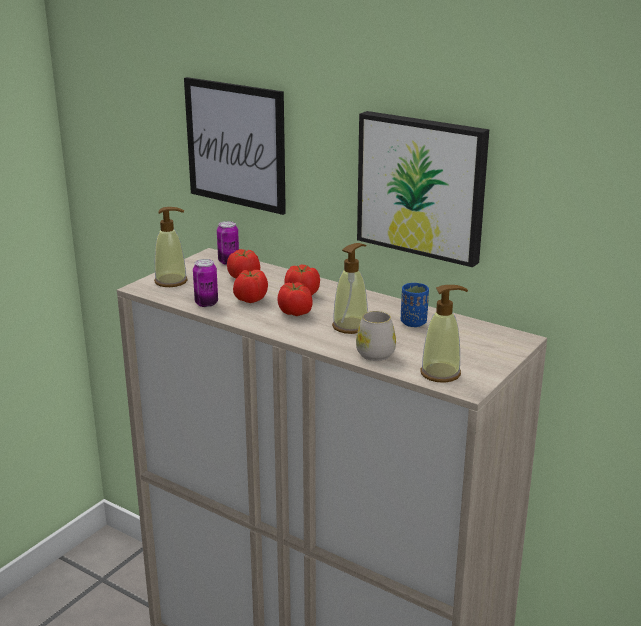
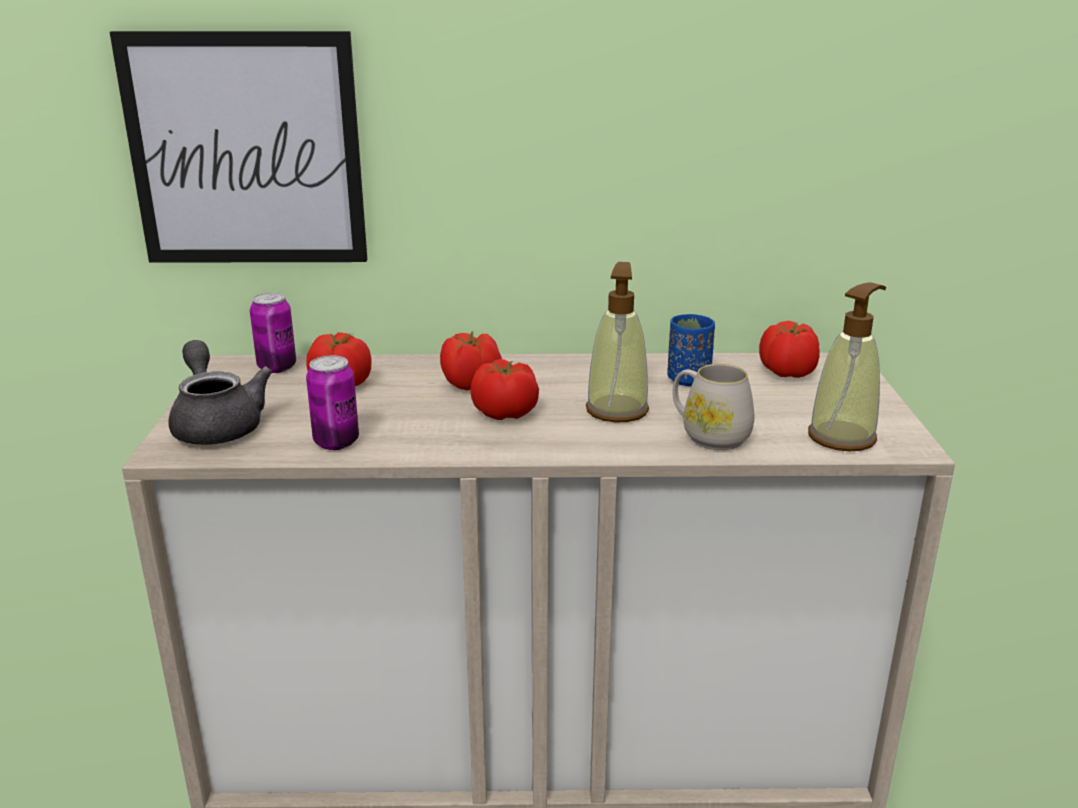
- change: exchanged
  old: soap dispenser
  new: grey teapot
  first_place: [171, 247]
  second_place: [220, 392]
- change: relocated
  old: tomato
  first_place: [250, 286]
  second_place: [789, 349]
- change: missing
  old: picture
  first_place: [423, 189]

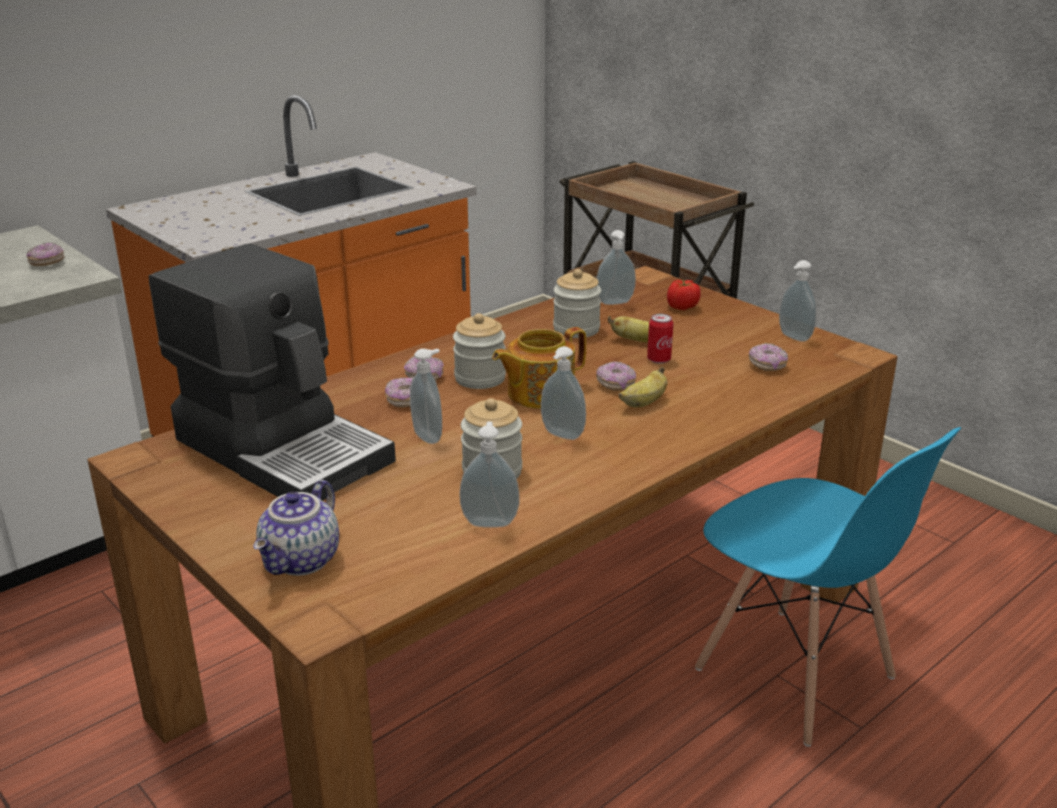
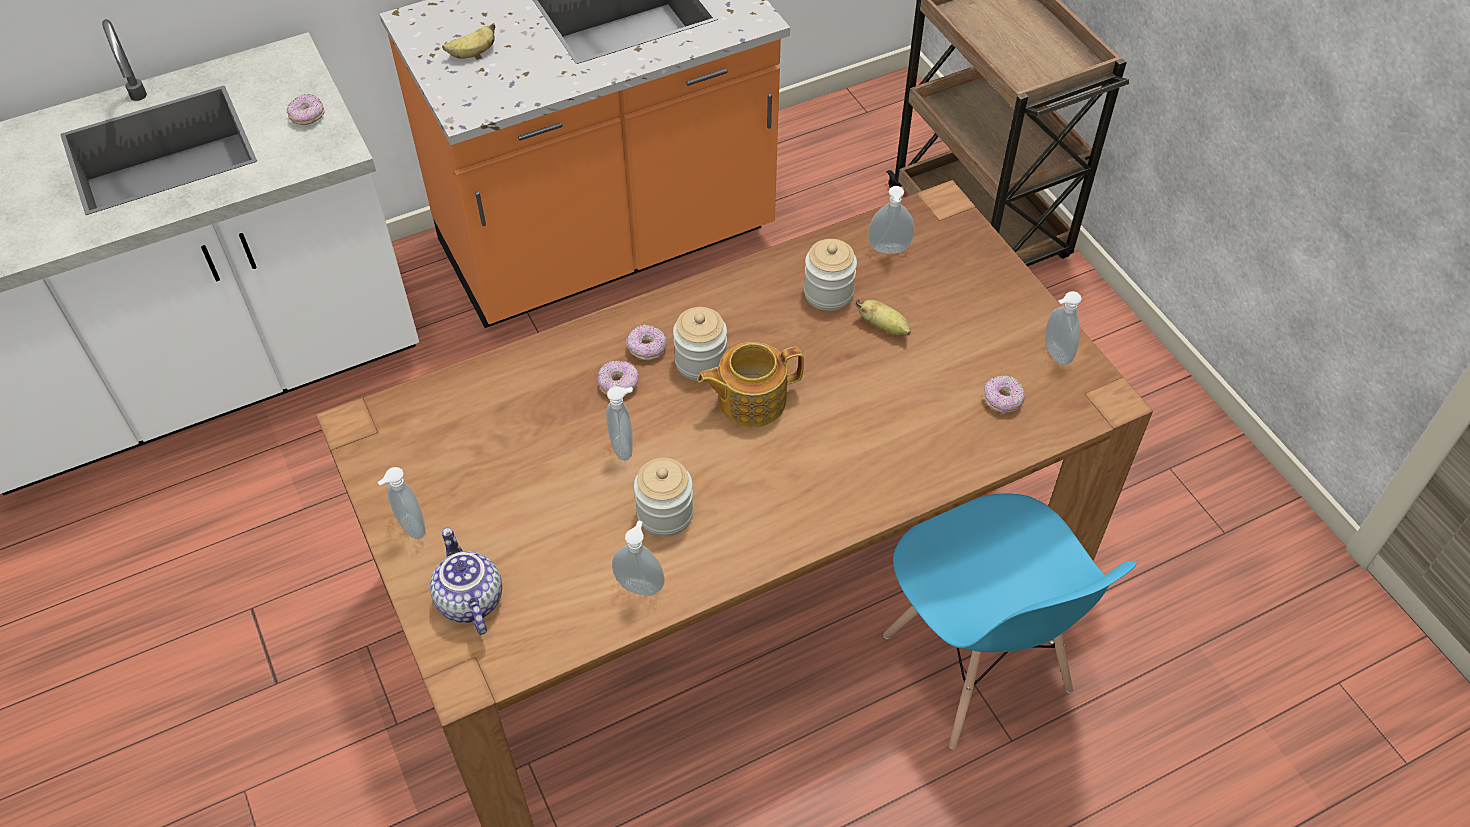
- change: missing
  old: coffee machine
  first_place: [272, 372]
- change: spun
  old: teapot
  first_place: [296, 527]
  second_place: [466, 581]
  degrees: 120
- change: relocated
  old: soap dispenser
  first_place: [563, 393]
  second_place: [401, 503]
- change: missing
  old: donut
  first_place: [616, 376]
- change: relocated
  old: banana
  first_place: [643, 387]
  second_place: [469, 41]
- change: missing
  old: can
  first_place: [660, 339]
- change: missing
  old: tomato
  first_place: [684, 295]

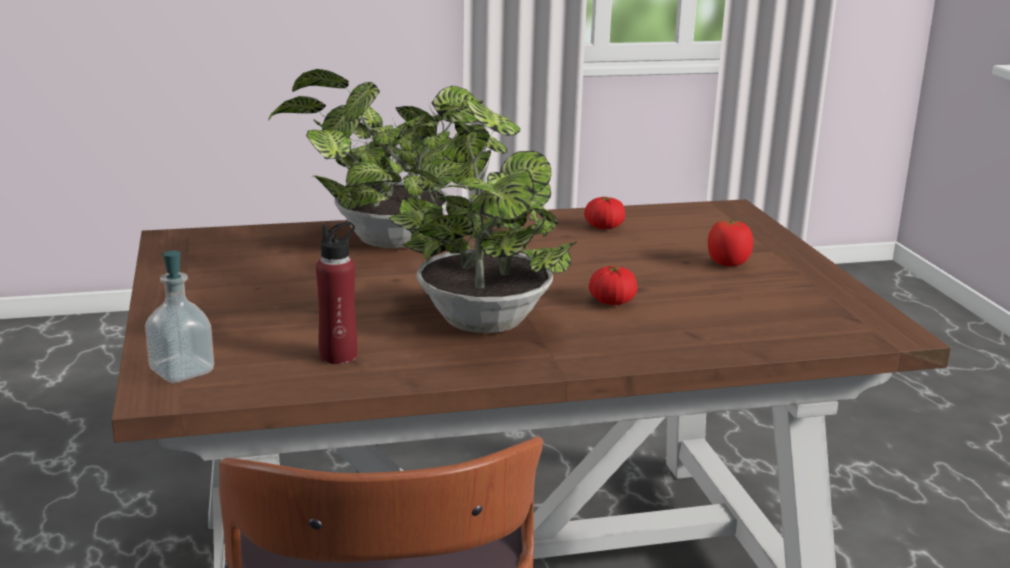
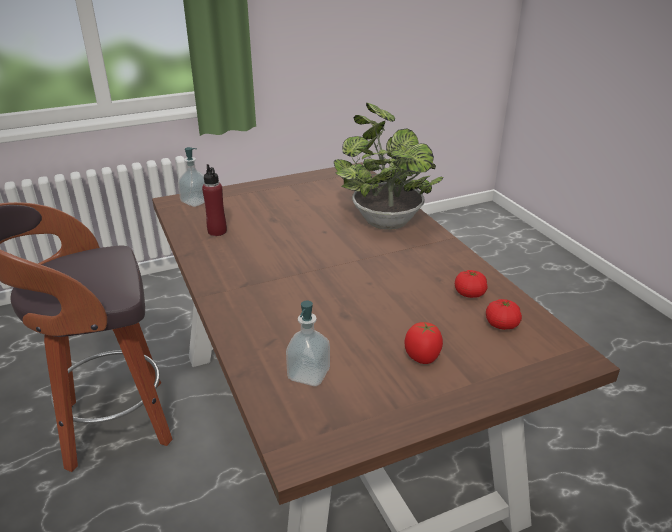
- change: missing
  old: potted plant
  first_place: [482, 216]
- change: relocated
  old: tomato
  first_place: [613, 285]
  second_place: [504, 314]
- change: appeared
  new: soap dispenser
  second_place: [308, 343]

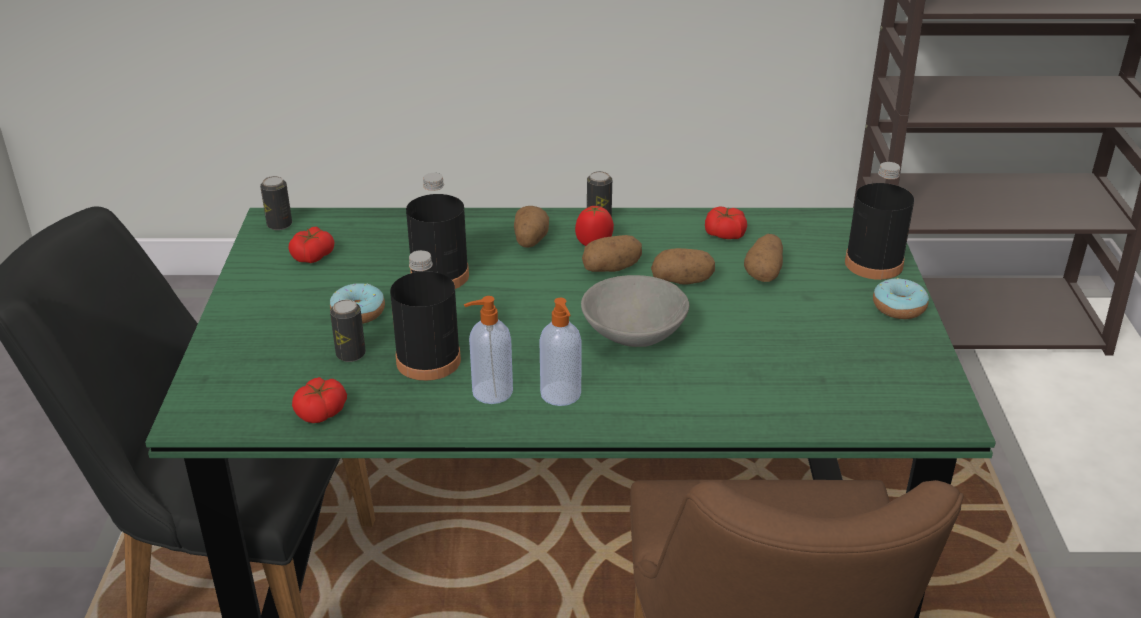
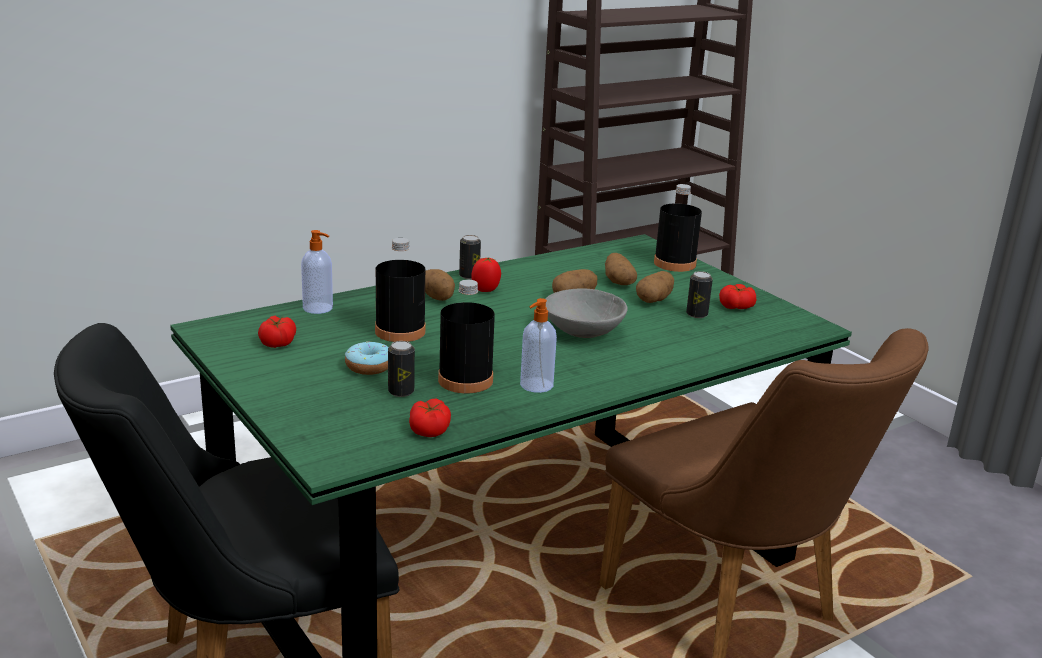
- change: relocated
  old: can
  first_place: [276, 203]
  second_place: [699, 294]
- change: relocated
  old: soap dispenser
  first_place: [560, 352]
  second_place: [317, 272]
- change: relocated
  old: potato
  first_place: [612, 253]
  second_place: [655, 287]
- change: relocated
  old: tomato
  first_place: [726, 222]
  second_place: [737, 296]
- change: missing
  old: donut
  first_place: [901, 298]

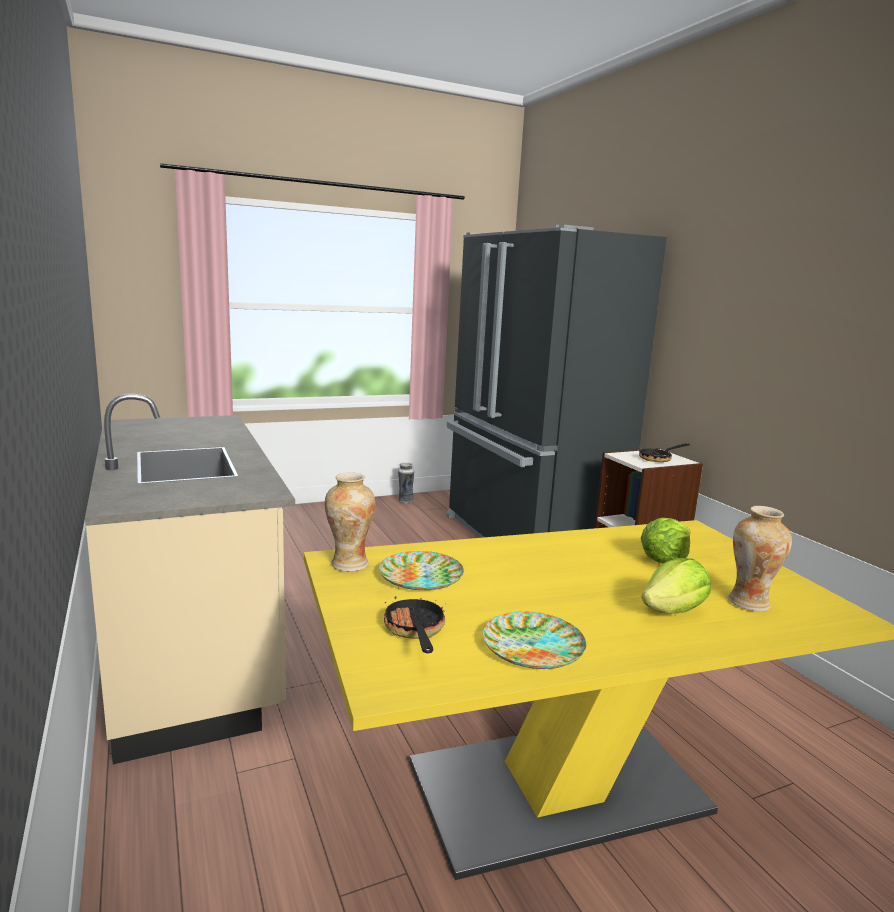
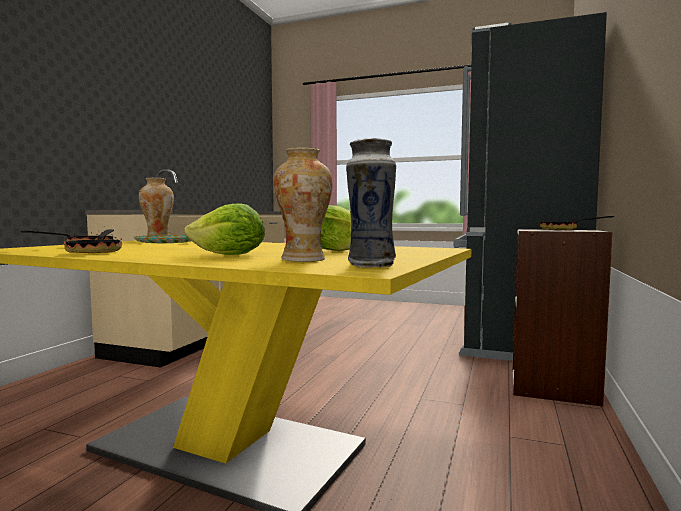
- change: relocated
  old: vase
  first_place: [406, 483]
  second_place: [371, 203]
- change: exchanged
  old: plate
  new: frying pan
  first_place: [534, 640]
  second_place: [93, 241]

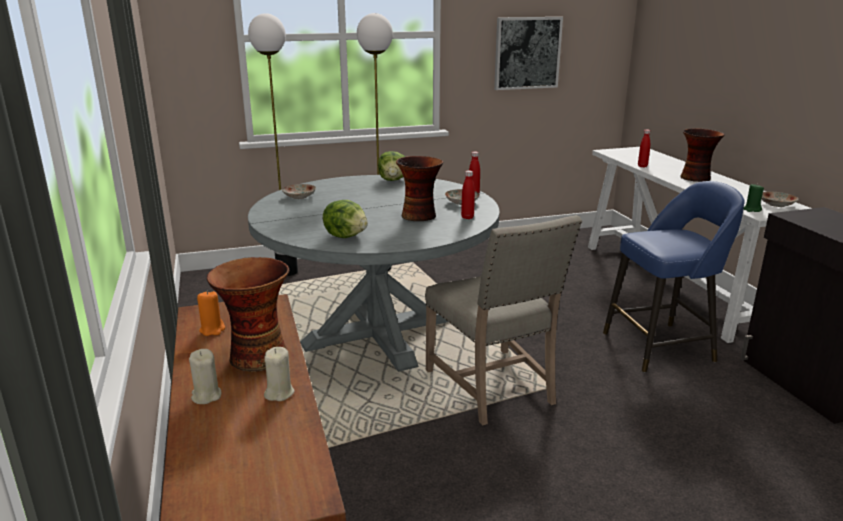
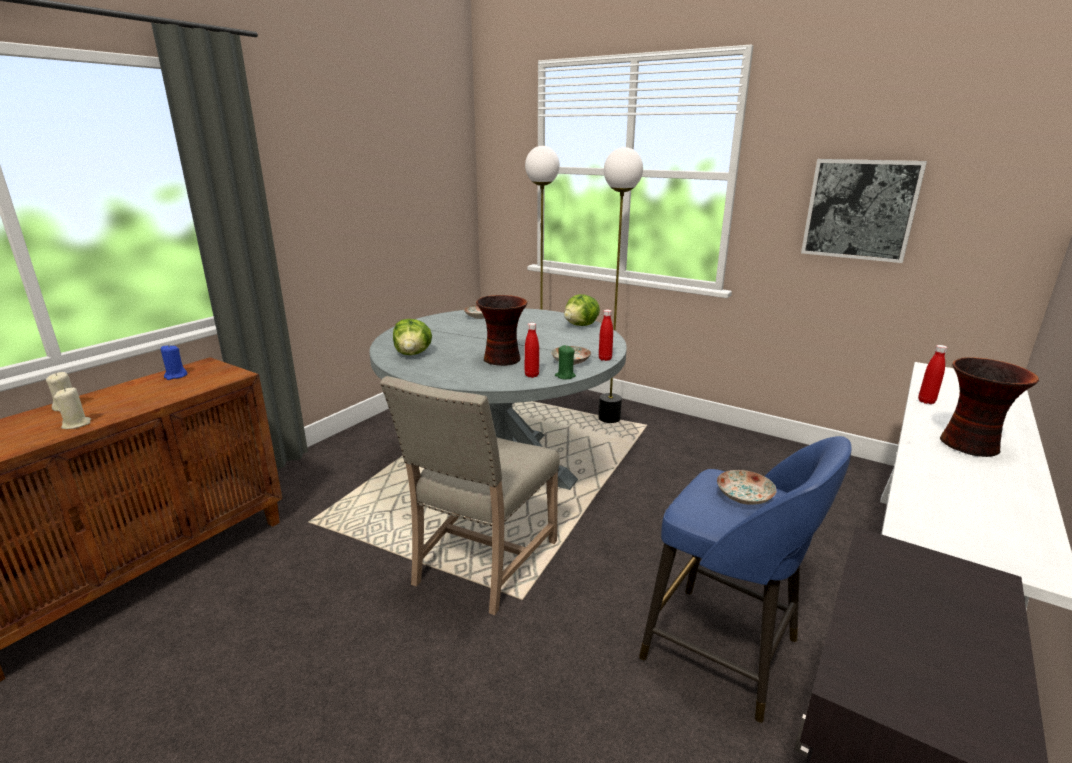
- change: colour
  old: orange candle
  new: blue candle
  first_place: [211, 313]
  second_place: [174, 362]
- change: missing
  old: vase
  first_place: [248, 314]
- change: relocated
  old: green candle
  first_place: [754, 198]
  second_place: [565, 362]
- change: relocated
  old: plate
  first_place: [779, 199]
  second_place: [747, 487]

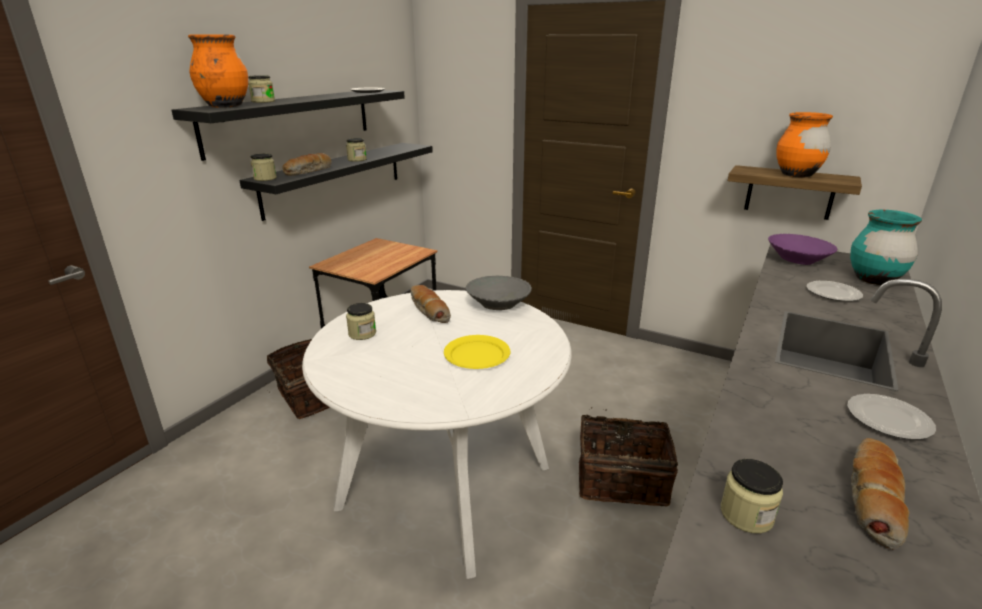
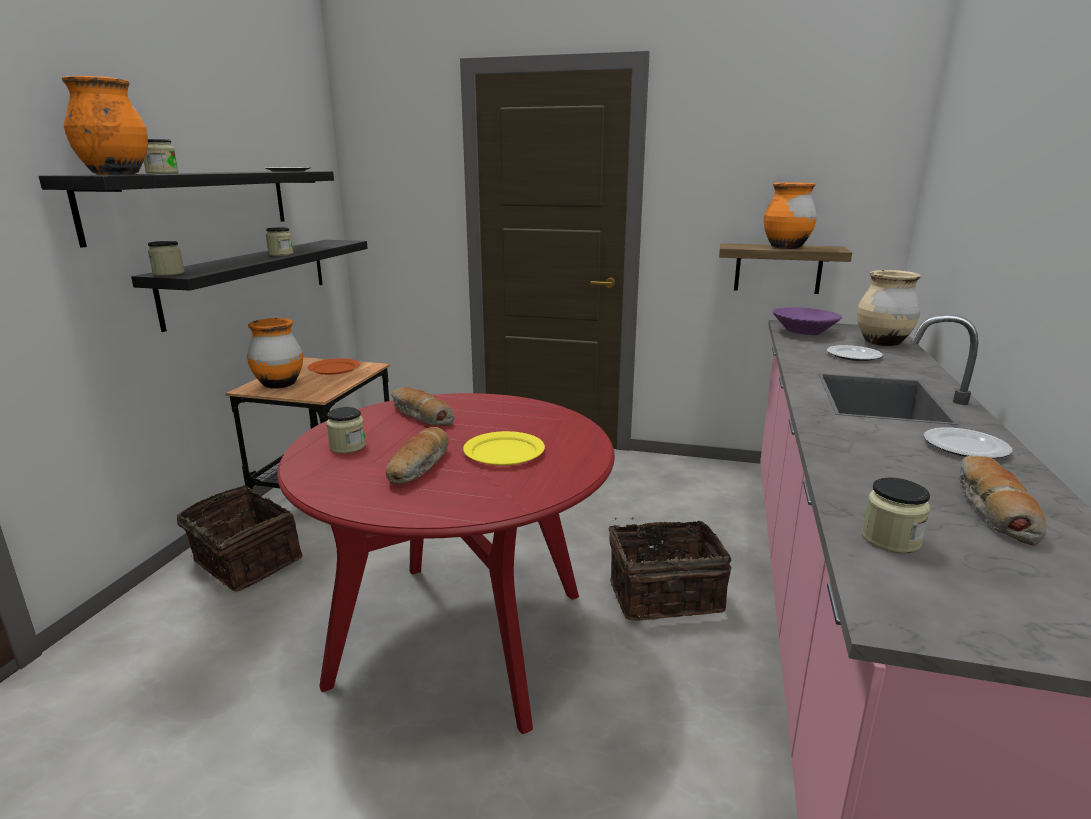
- change: relocated
  old: bread
  first_place: [307, 164]
  second_place: [417, 455]
- change: colour
  old: white dining table
  new: red dining table
  first_place: [437, 434]
  second_place: [446, 563]
- change: missing
  old: grey bowl
  first_place: [499, 292]
- change: colour
  old: turquoise vase
  new: beige vase
  first_place: [886, 247]
  second_place: [889, 308]
- change: appeared
  new: orange vase
  second_place: [275, 353]
- change: appeared
  new: orange plate
  second_place: [334, 366]

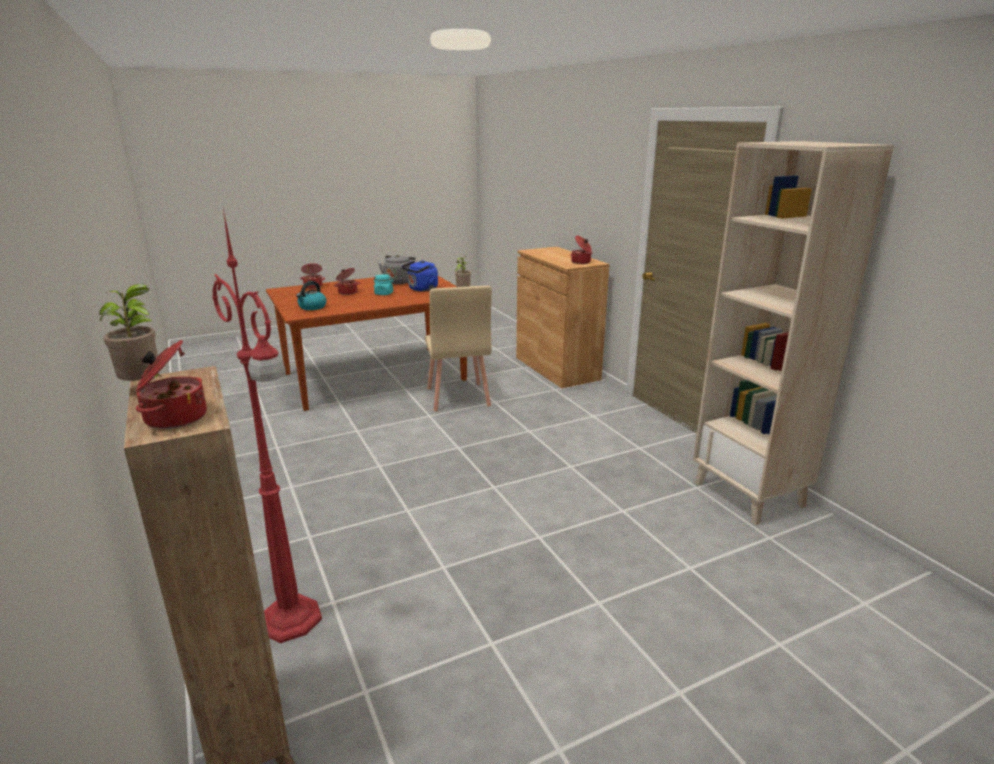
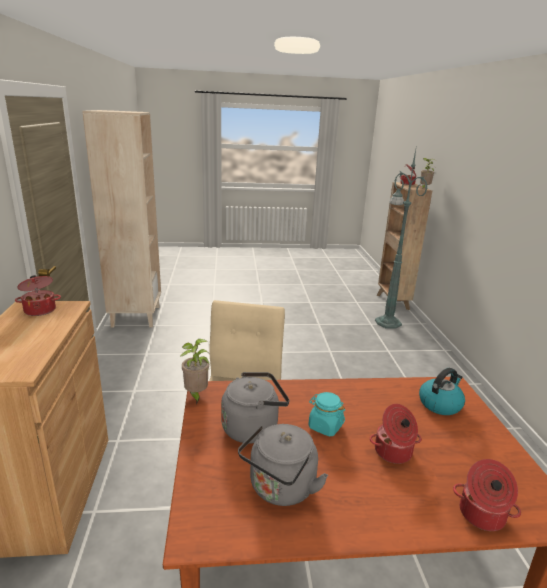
- change: colour
  old: red floor lamp
  new: green floor lamp
  first_place: [267, 426]
  second_place: [401, 237]
- change: colour
  old: blue kettle
  new: grey kettle
  first_place: [420, 275]
  second_place: [255, 408]

